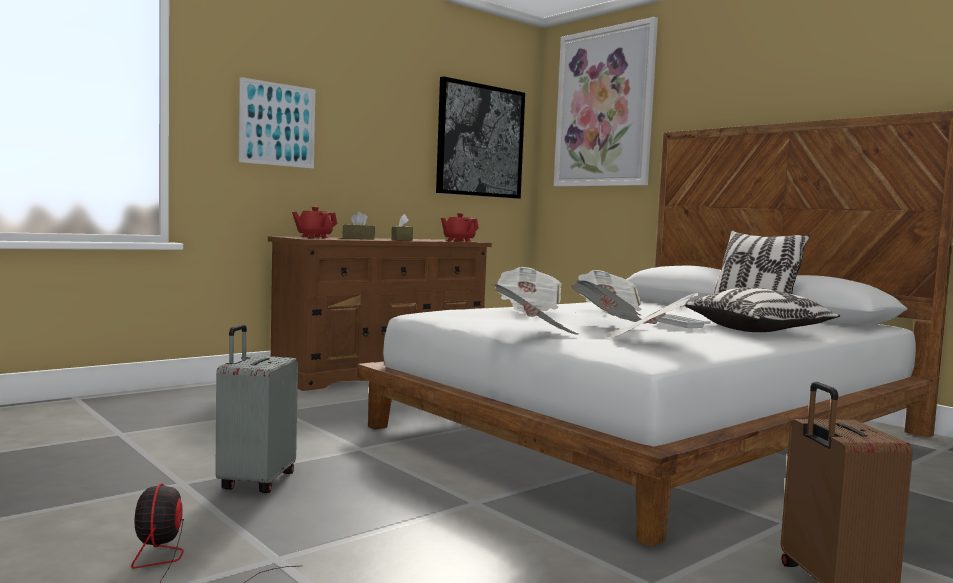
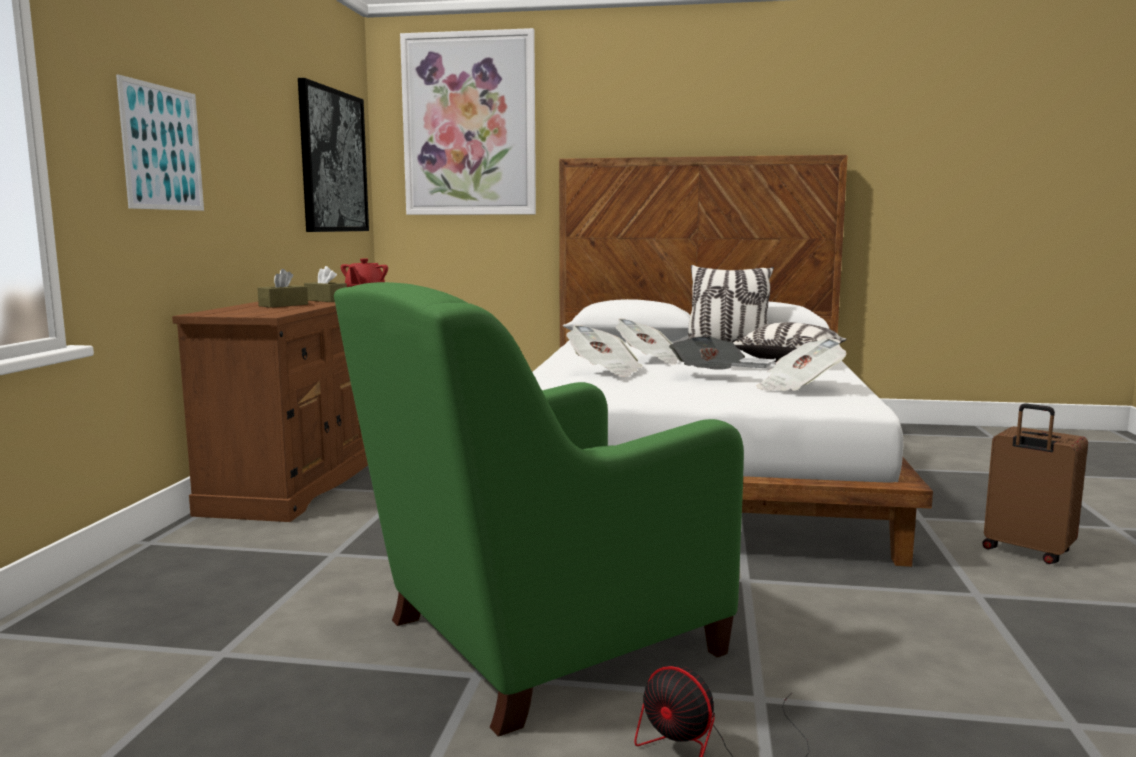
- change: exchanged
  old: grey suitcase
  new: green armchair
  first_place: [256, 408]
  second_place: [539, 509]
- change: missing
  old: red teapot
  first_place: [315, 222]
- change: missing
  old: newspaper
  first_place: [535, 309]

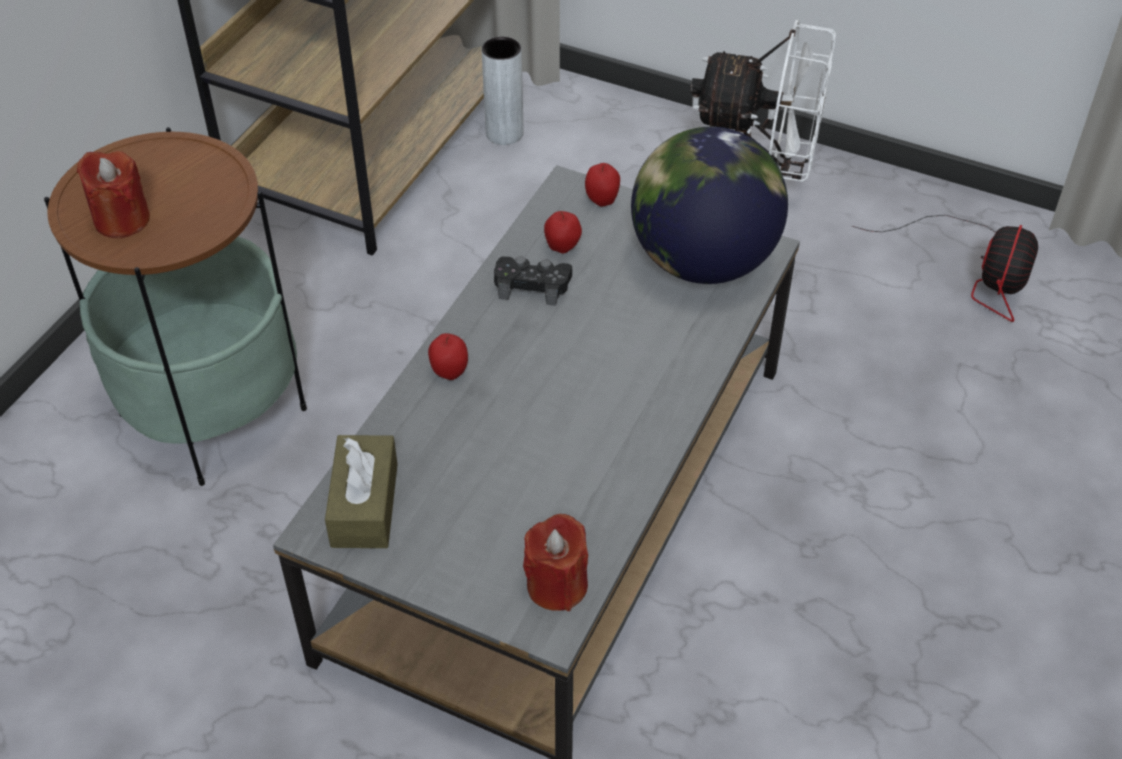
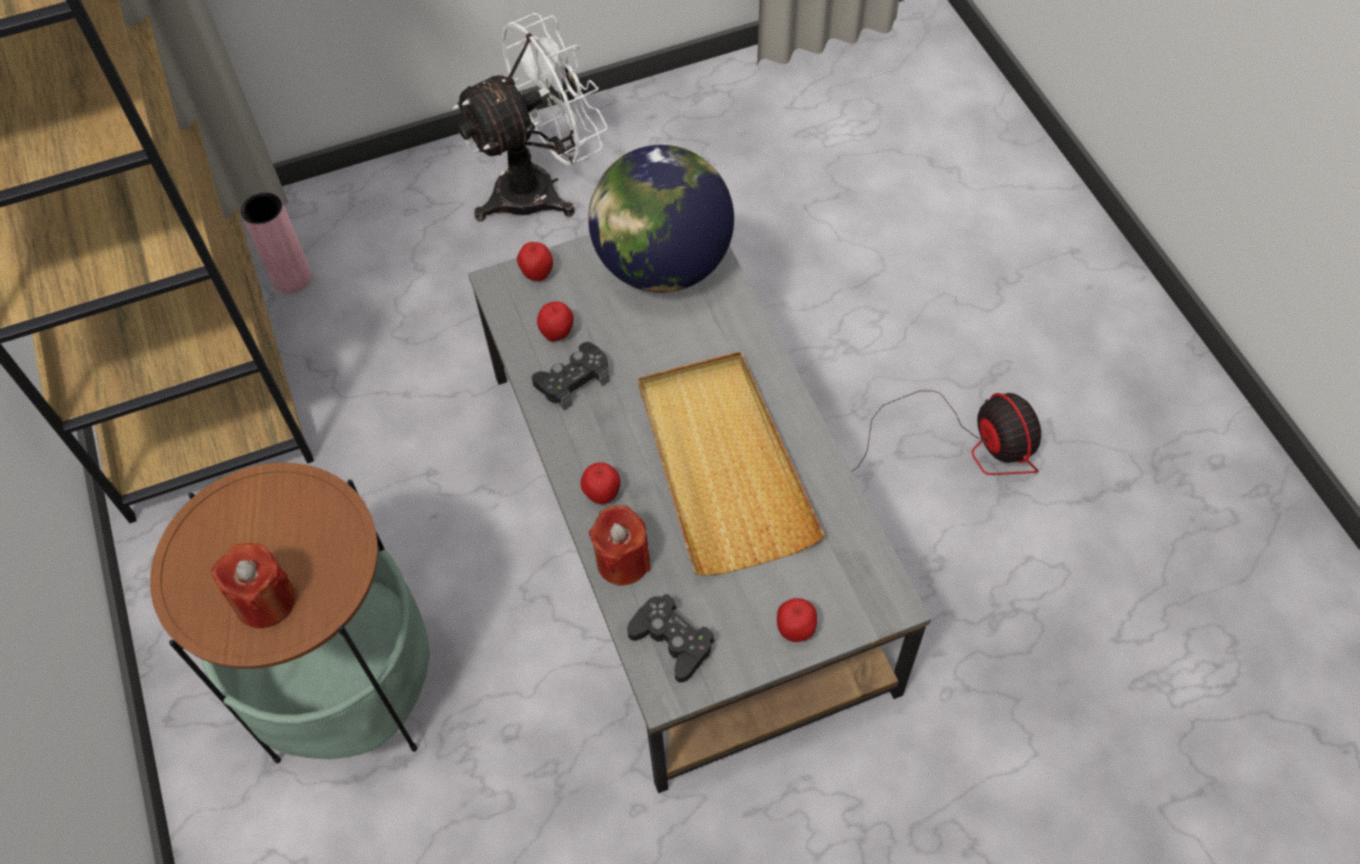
- change: exchanged
  old: brown tissue box
  new: black game controller
  first_place: [361, 491]
  second_place: [671, 638]
- change: colour
  old: grey vase
  new: pink vase
  first_place: [503, 91]
  second_place: [276, 243]
- change: relocated
  old: red candle
  first_place: [555, 562]
  second_place: [619, 545]
- change: relocated
  old: fan
  first_place: [945, 268]
  second_place: [946, 432]
- change: appeared
  new: beige tray
  second_place: [731, 463]
- change: appeared
  new: apple
  second_place: [797, 620]

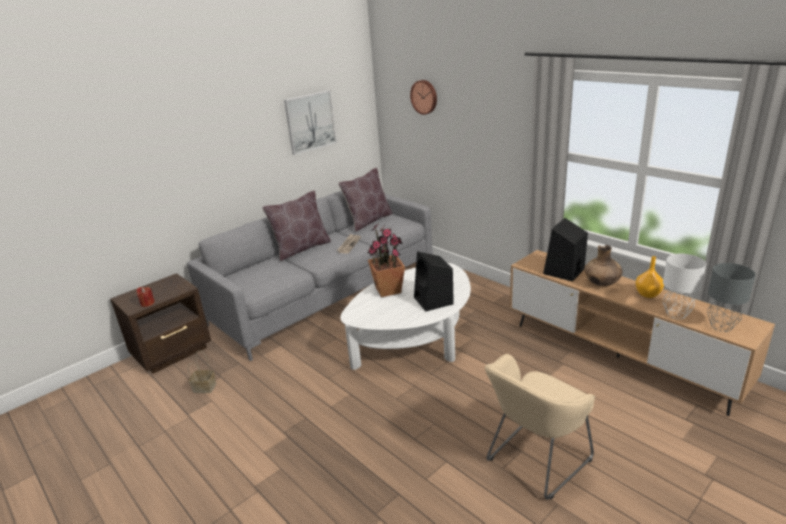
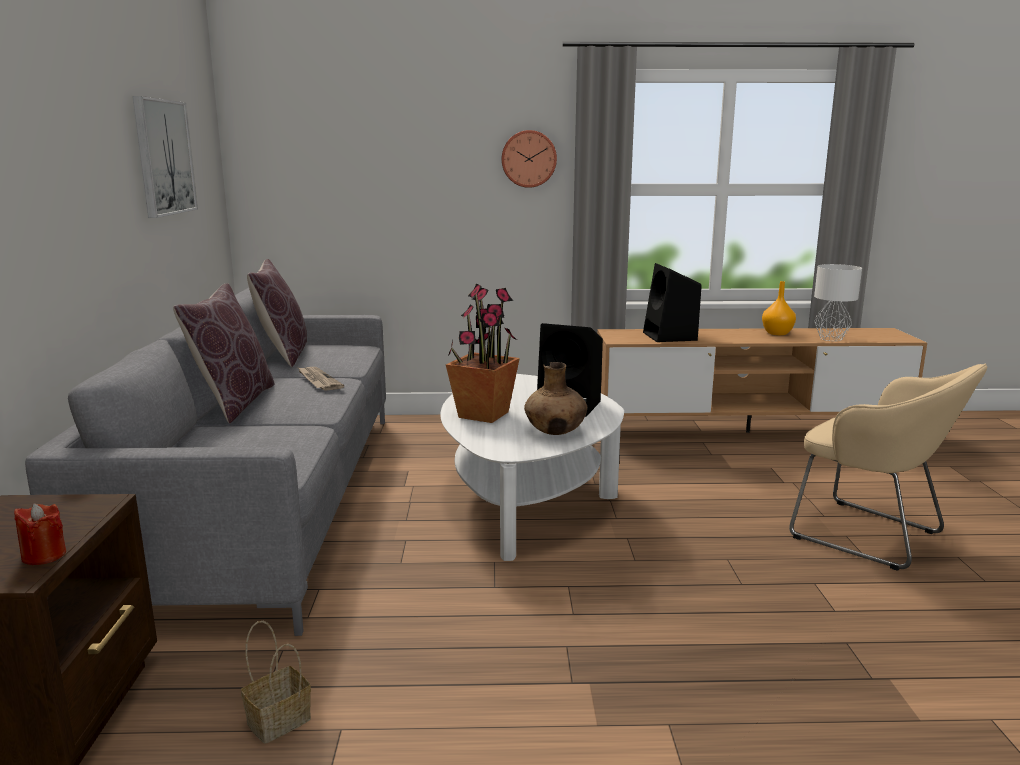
- change: relocated
  old: wall clock
  first_place: [423, 97]
  second_place: [529, 159]
- change: spun
  old: beige armchair
  first_place: [540, 427]
  second_place: [888, 467]
  degrees: -45
- change: relocated
  old: brown vase
  first_place: [603, 265]
  second_place: [555, 398]
- change: missing
  old: grey table lamp
  first_place: [731, 297]

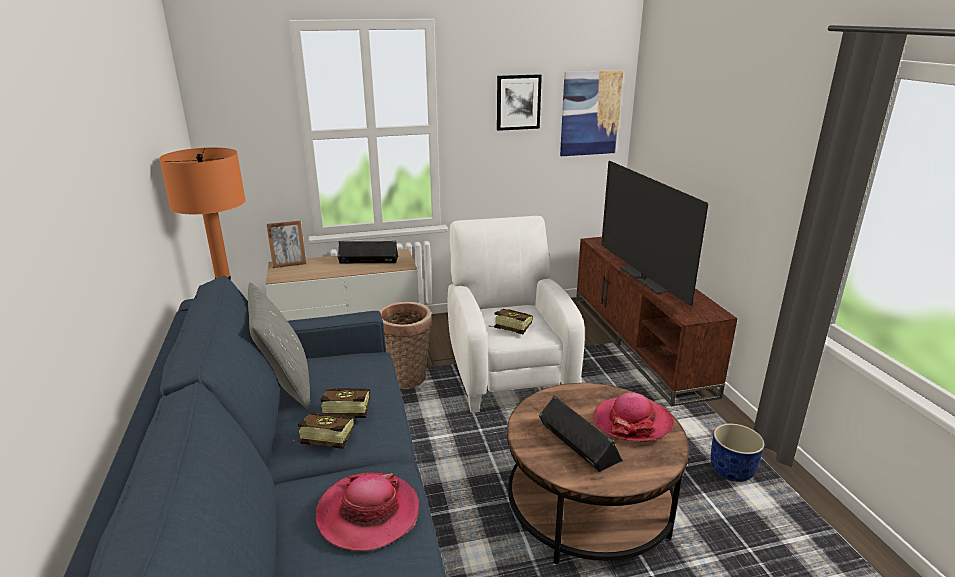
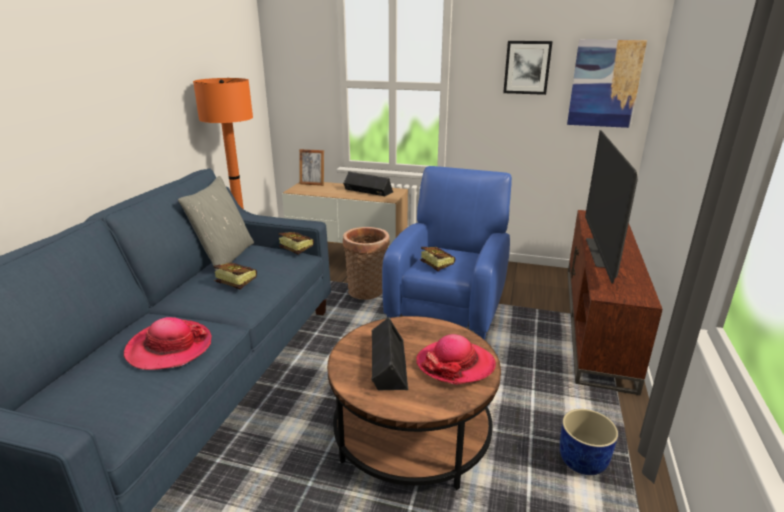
- change: relocated
  old: book
  first_place: [323, 430]
  second_place: [296, 243]
- change: colour
  old: white armchair
  new: blue armchair
  first_place: [516, 314]
  second_place: [447, 253]

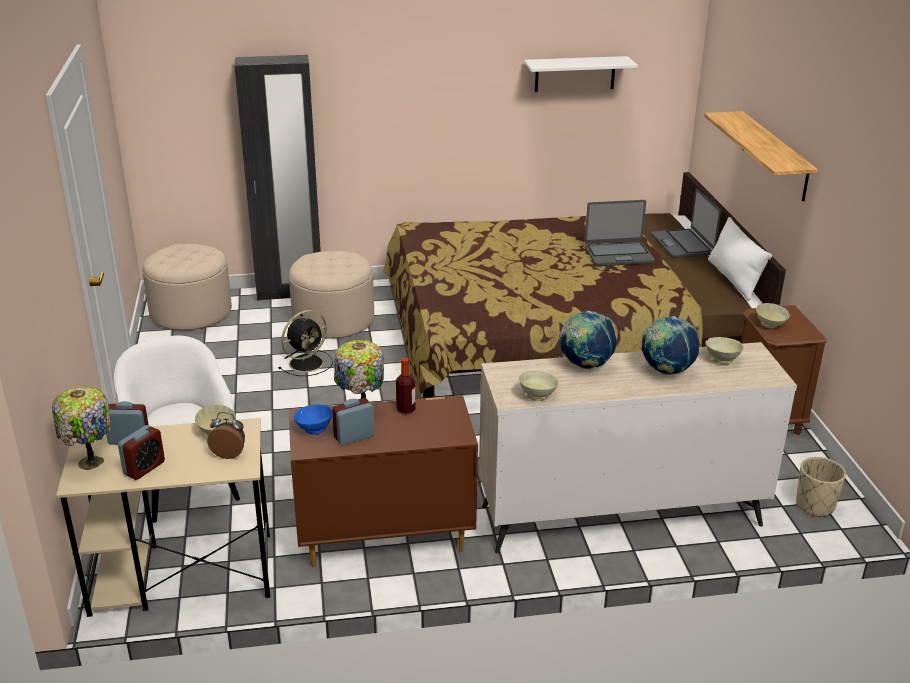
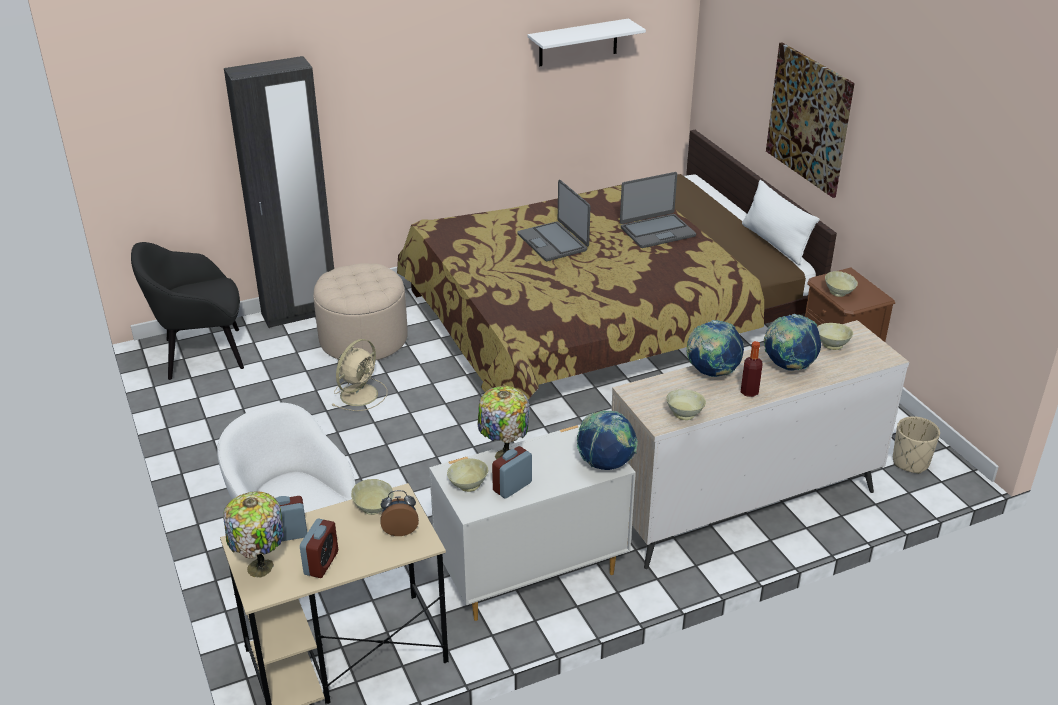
- change: exchanged
  old: beige ottoman
  new: black armchair
  first_place: [187, 287]
  second_place: [187, 311]
- change: colour
  old: black fan
  new: beige fan
  first_place: [305, 343]
  second_place: [359, 375]
- change: colour
  old: brown dresser
  new: white dresser
  first_place: [383, 481]
  second_place: [532, 523]
- change: colour
  old: blue bowl
  new: beige bowl
  first_place: [313, 419]
  second_place: [467, 475]
- change: relocated
  old: bottle
  first_place: [405, 386]
  second_place: [752, 369]
- change: relocated
  old: laptop
  first_place: [686, 223]
  second_place: [554, 220]
- change: exchanged
  old: shelf
  new: picture
  first_place: [761, 156]
  second_place: [810, 120]
- change: appeared
  new: globe
  second_place: [607, 440]

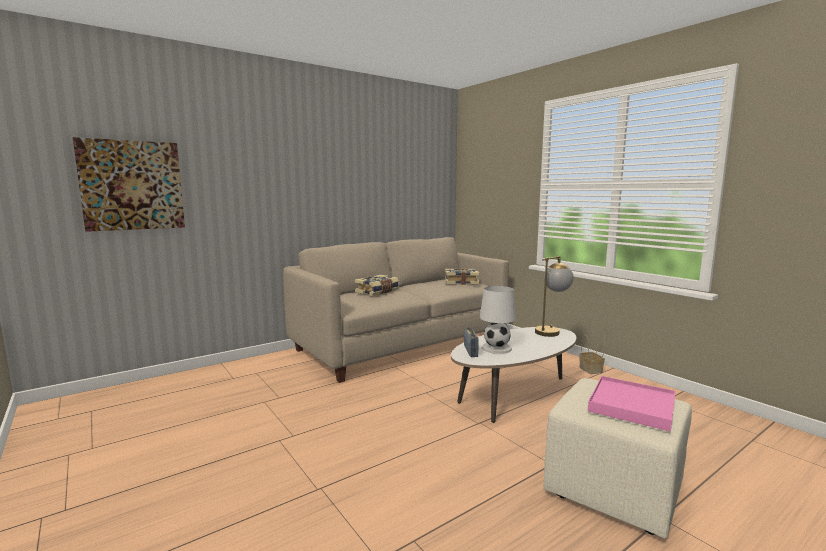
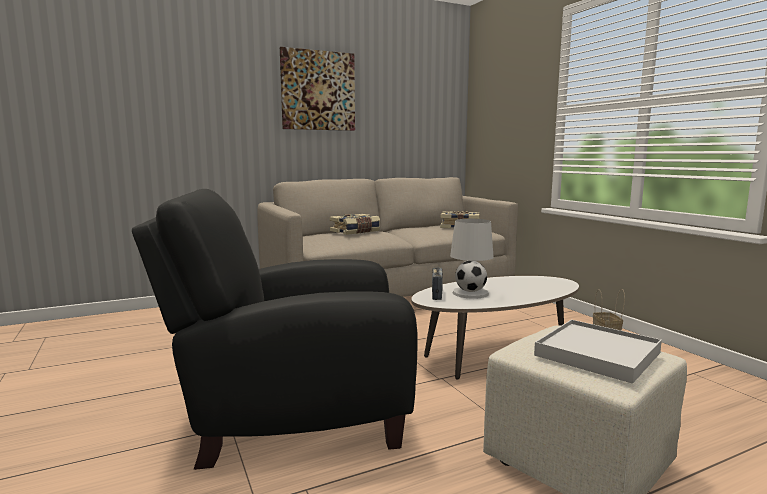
- change: relocated
  old: picture
  first_place: [129, 184]
  second_place: [317, 89]
- change: missing
  old: table lamp
  first_place: [554, 296]
- change: colour
  old: pink tray
  new: white tray
  first_place: [632, 404]
  second_place: [598, 352]
- change: appeared
  new: black armchair
  second_place: [274, 329]

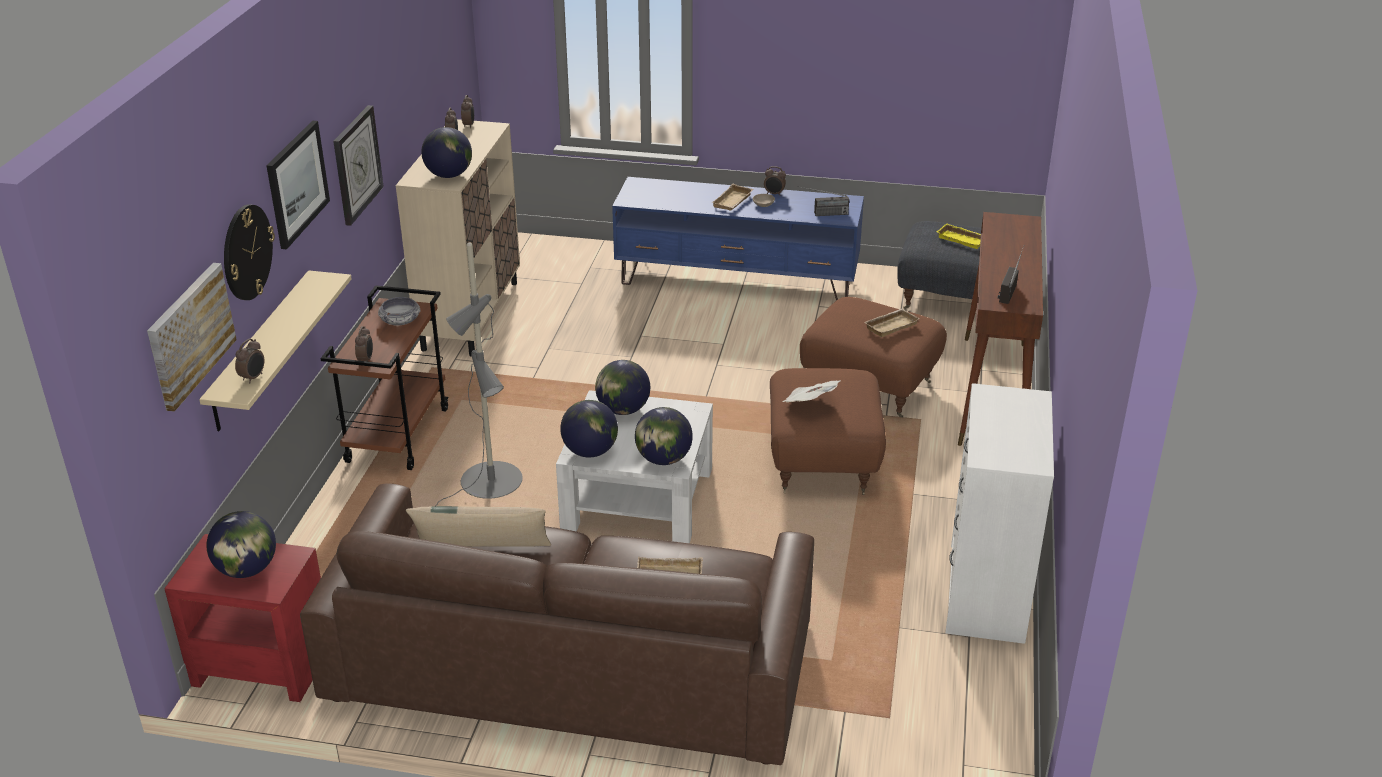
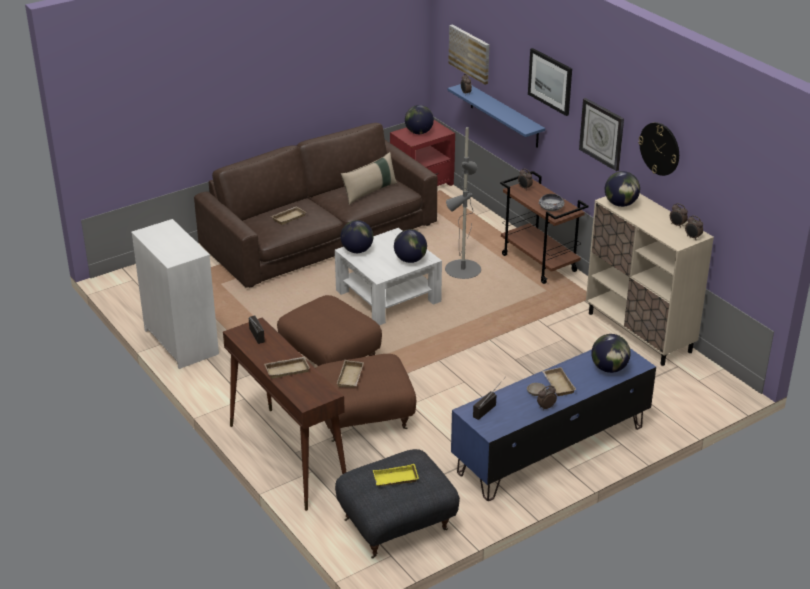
- change: colour
  old: beige shelf
  new: blue shelf
  first_place: [275, 350]
  second_place: [496, 116]
- change: relocated
  old: wall clock
  first_place: [249, 252]
  second_place: [658, 149]
- change: relocated
  old: globe
  first_place: [589, 429]
  second_place: [611, 353]
- change: missing
  old: newspaper
  first_place: [811, 391]
- change: appeared
  new: beige tray
  second_place: [287, 368]

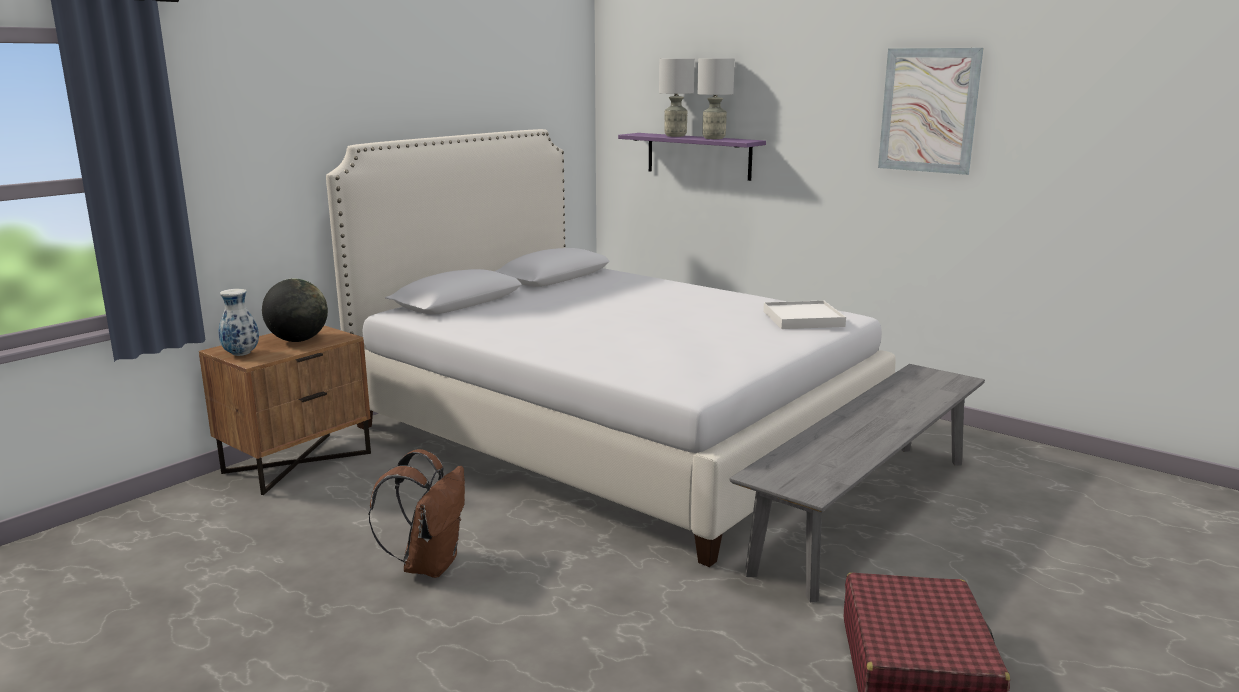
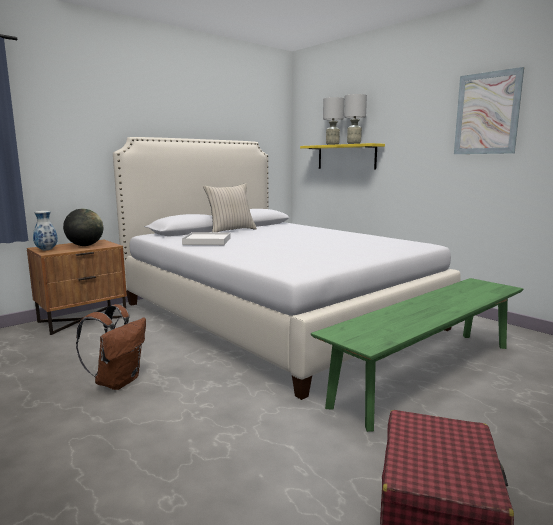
- change: colour
  old: purple shelf
  new: yellow shelf
  first_place: [692, 157]
  second_place: [342, 156]
- change: colour
  old: grey bench
  new: green bench
  first_place: [857, 483]
  second_place: [417, 355]
- change: relocated
  old: white tray
  first_place: [804, 314]
  second_place: [206, 238]
- change: appeared
  new: beige pillow
  second_place: [230, 207]

